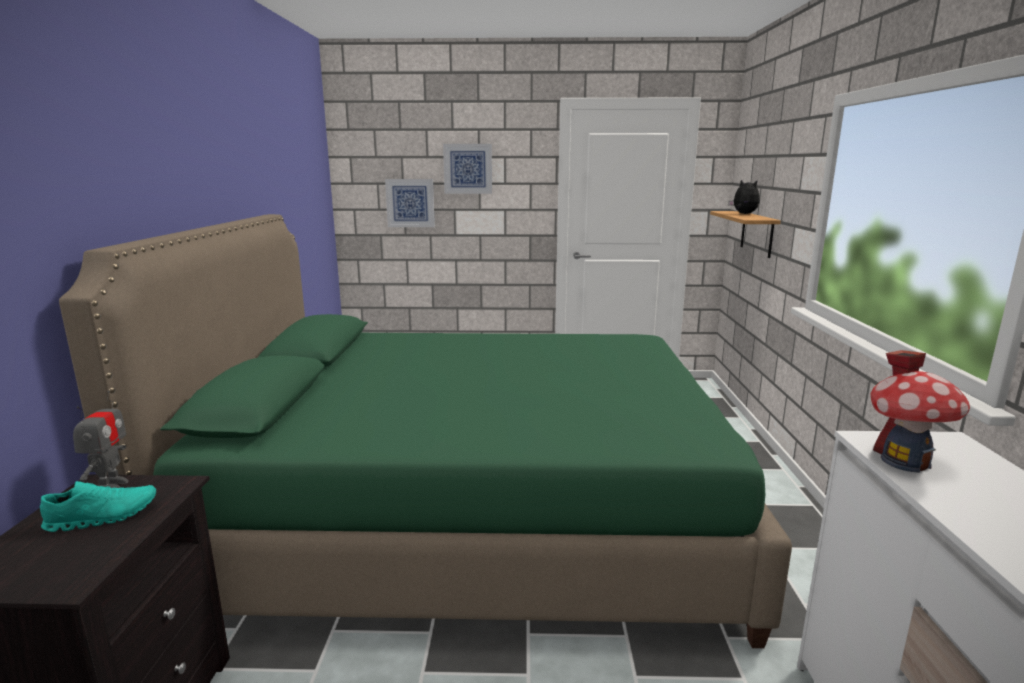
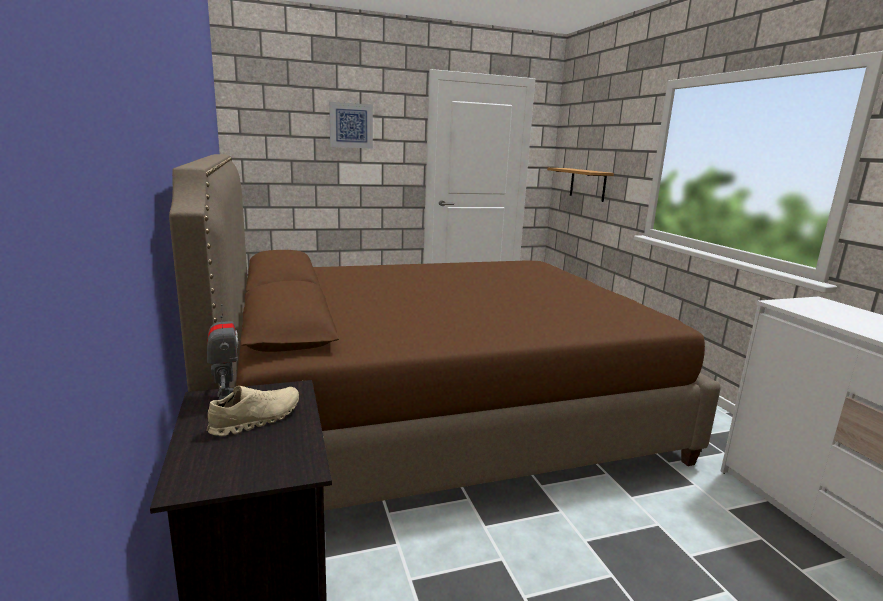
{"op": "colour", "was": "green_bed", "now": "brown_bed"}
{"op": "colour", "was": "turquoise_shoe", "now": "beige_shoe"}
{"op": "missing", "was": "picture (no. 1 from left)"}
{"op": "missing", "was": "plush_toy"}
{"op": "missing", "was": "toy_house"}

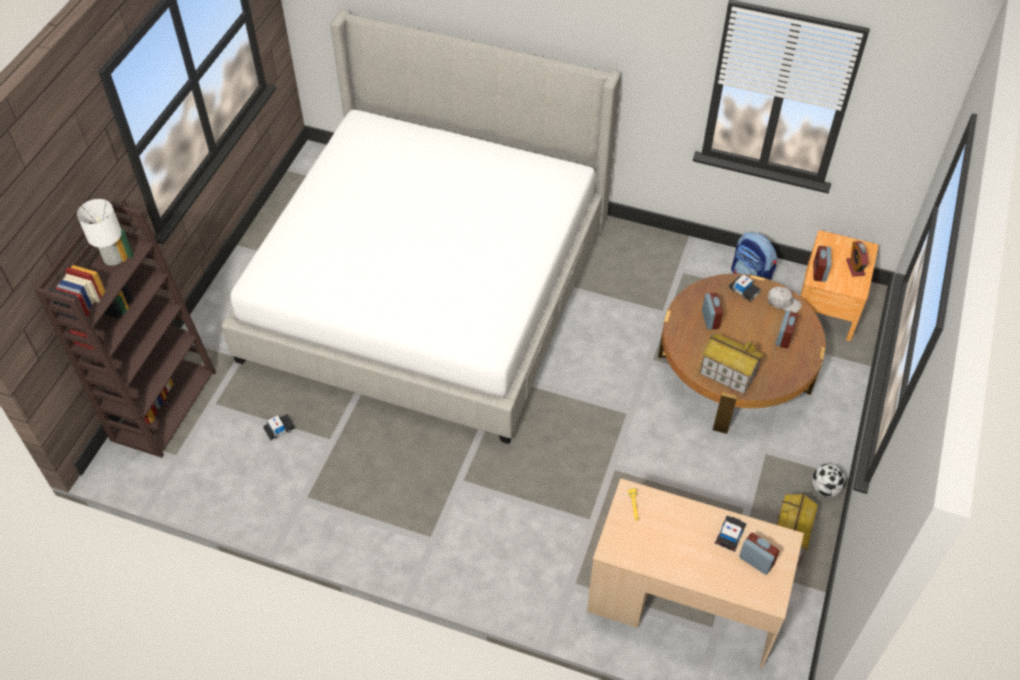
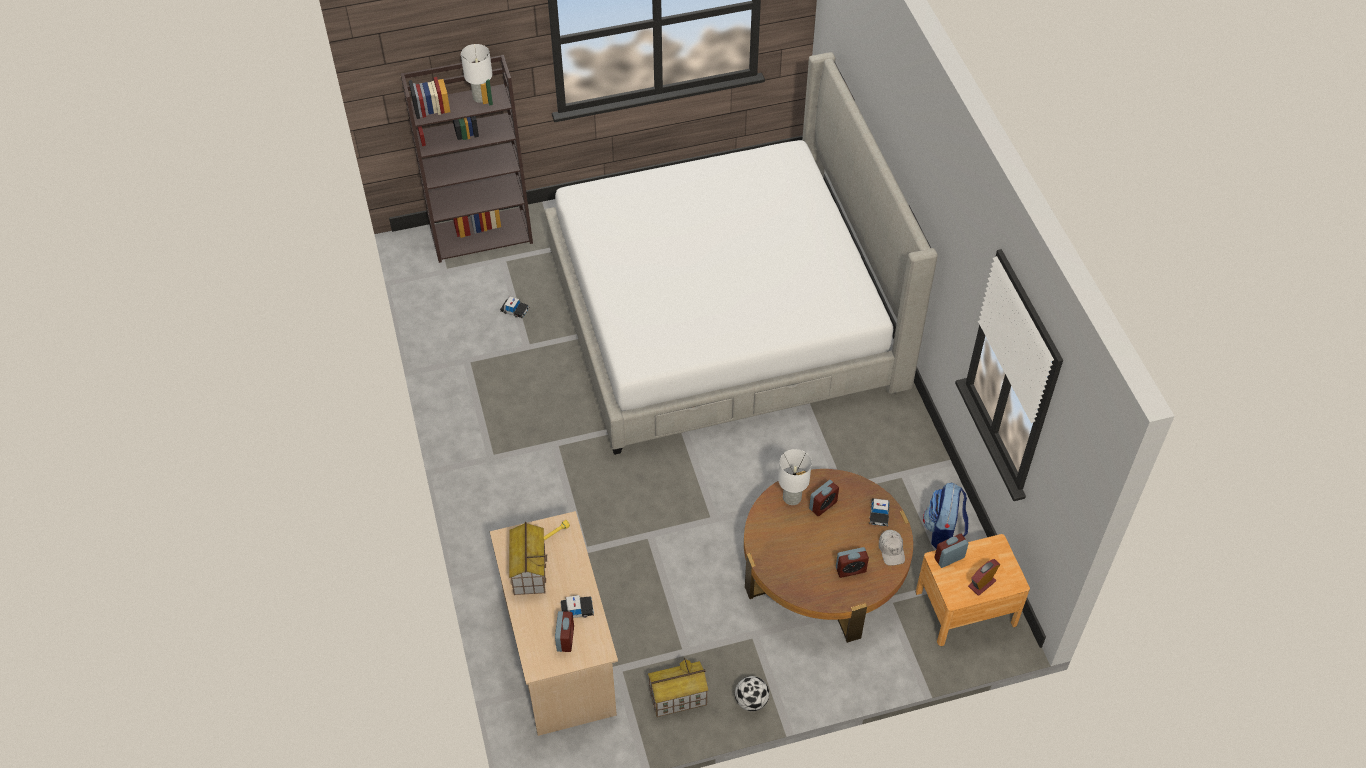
{"op": "relocated", "was": "toy_house (no. 1 from left)"}
{"op": "appeared", "now": "white_table_lamp (no. 2 from left)"}

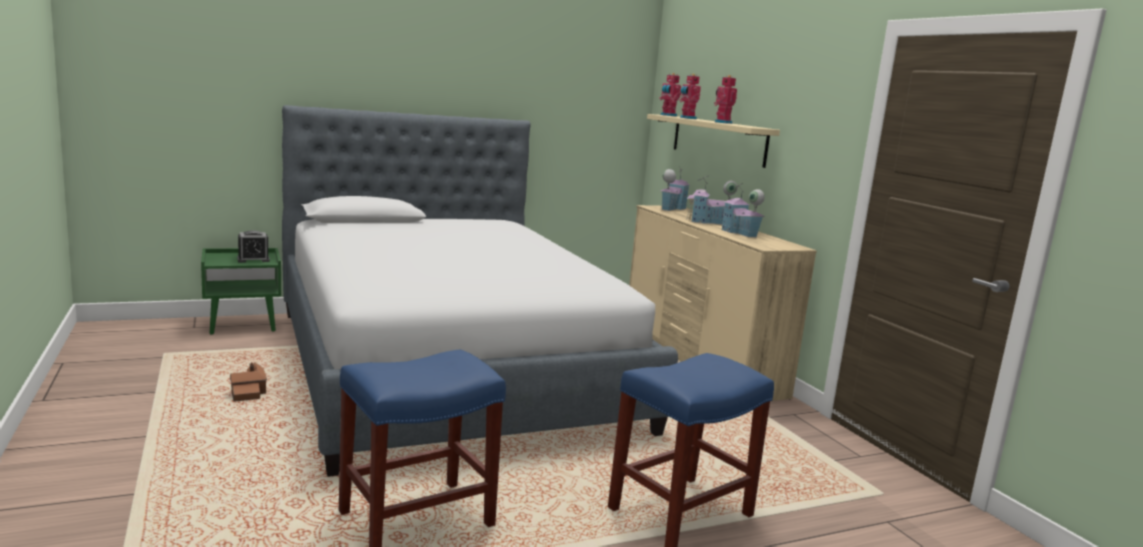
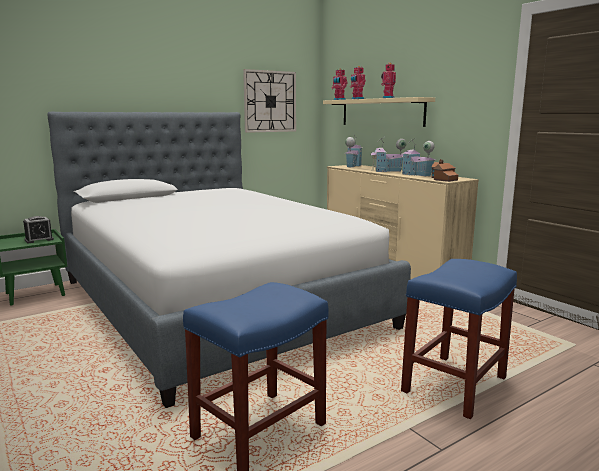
{"op": "appeared", "now": "wall_clock"}
{"op": "relocated", "was": "toy_house (no. 1 from left in the first image)", "now": "toy_house (no. 4 from left)"}

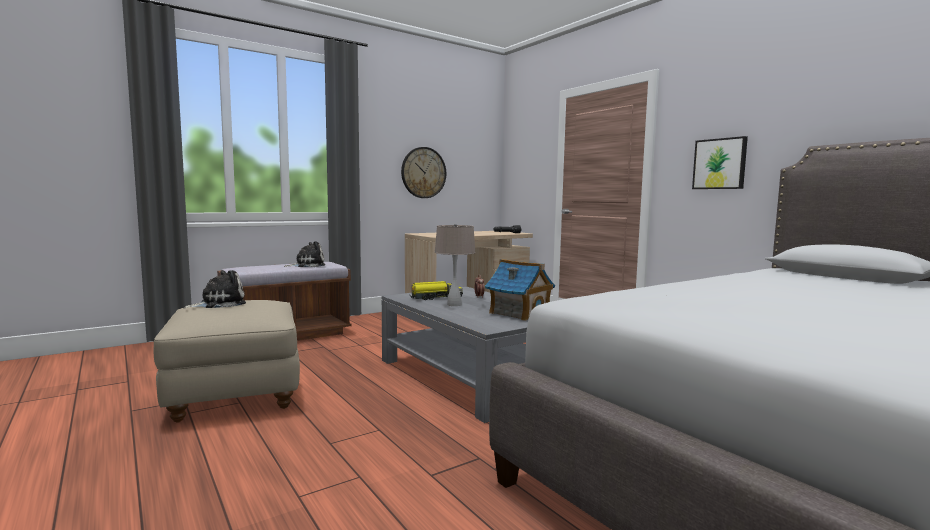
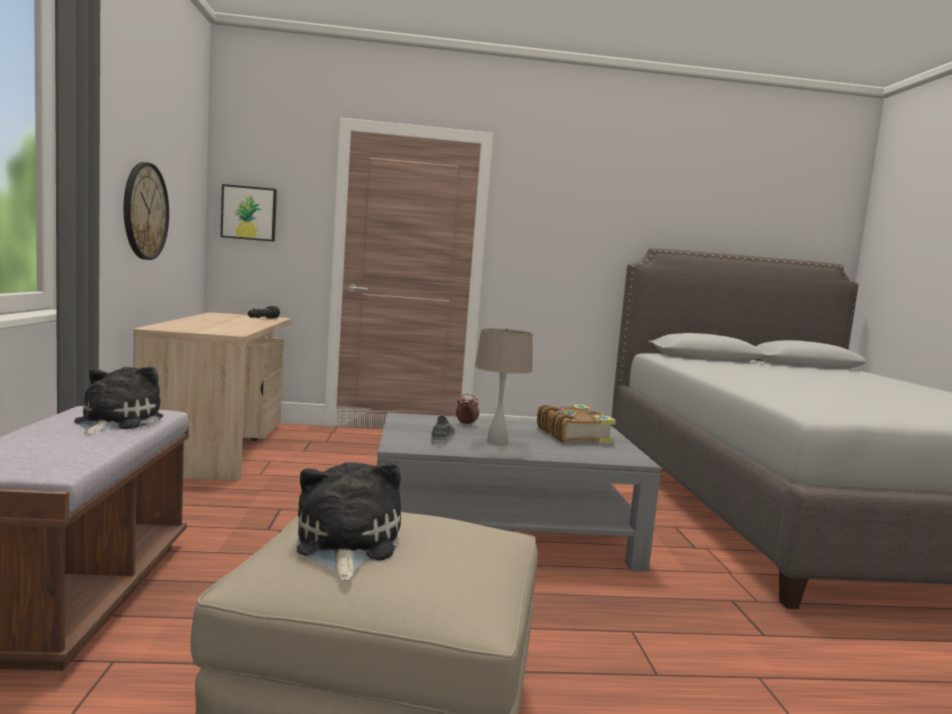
{"op": "relocated", "was": "picture"}
{"op": "exchanged", "was": "toy_truck", "now": "grey_shoe"}
{"op": "exchanged", "was": "toy_house", "now": "book"}

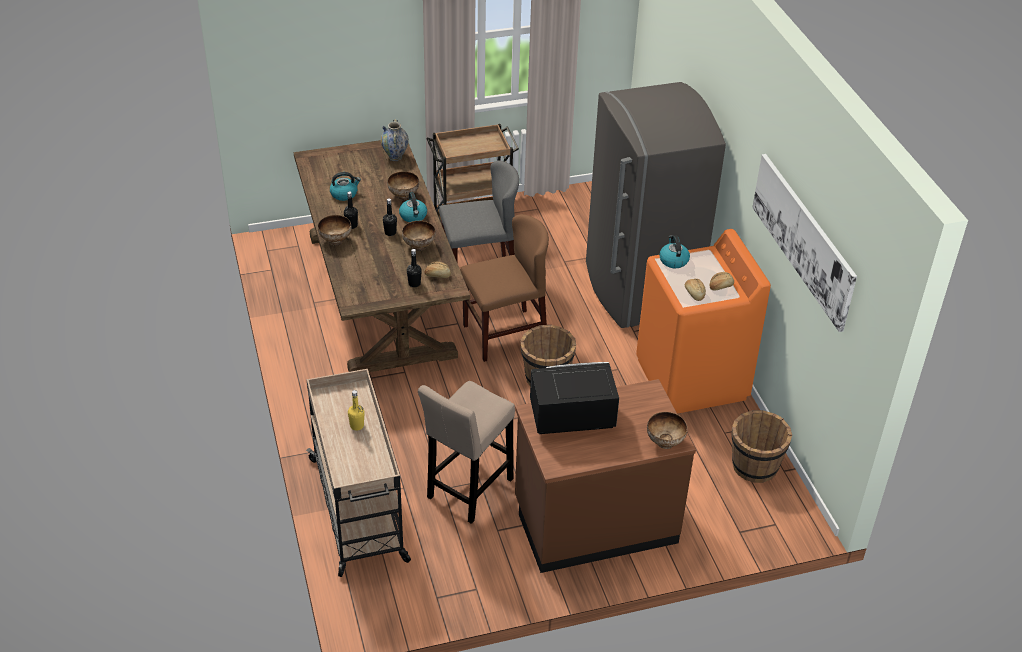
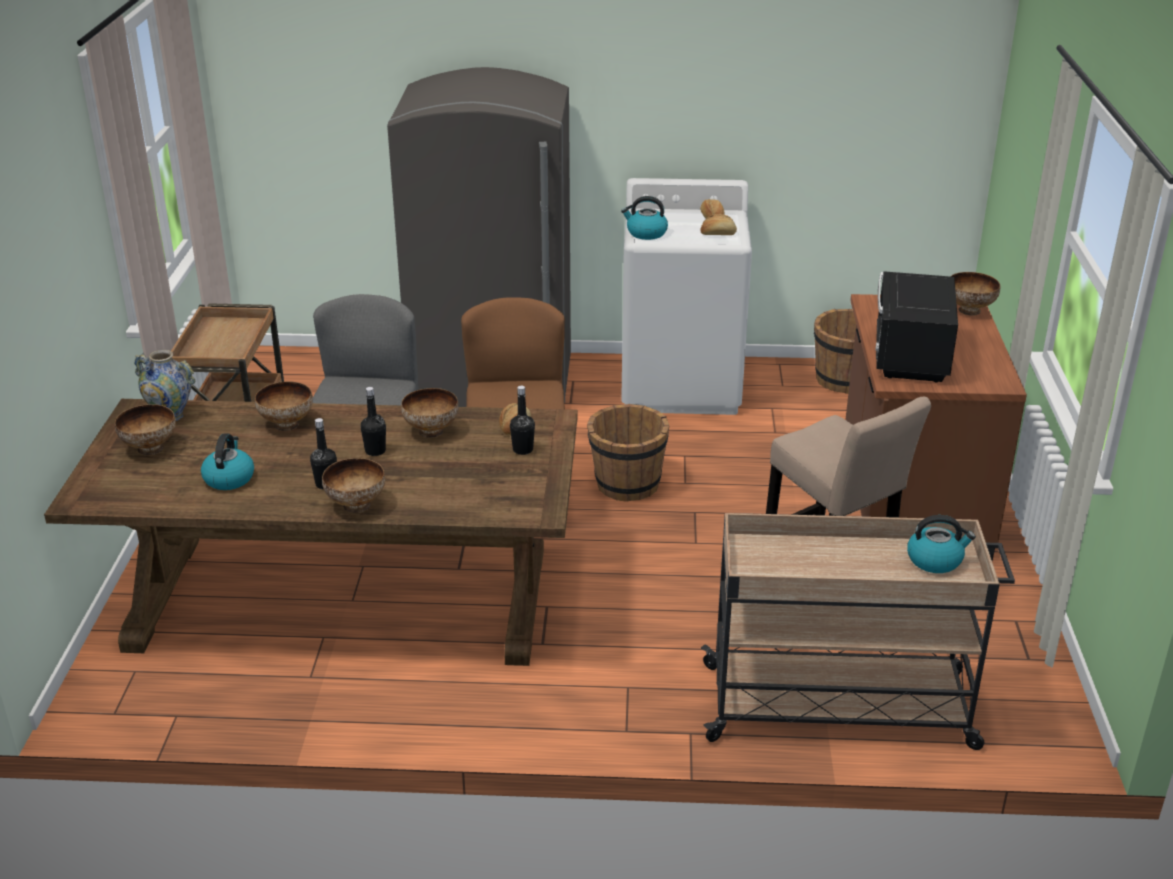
{"op": "appeared", "now": "bowl (no. 1 from left)"}
{"op": "colour", "was": "orange_washing_machine", "now": "white_washing_machine"}
{"op": "relocated", "was": "kettle (no. 2 from left in the first image)", "now": "kettle (no. 3 from left)"}
{"op": "missing", "was": "yellow_bottle"}
{"op": "missing", "was": "picture"}

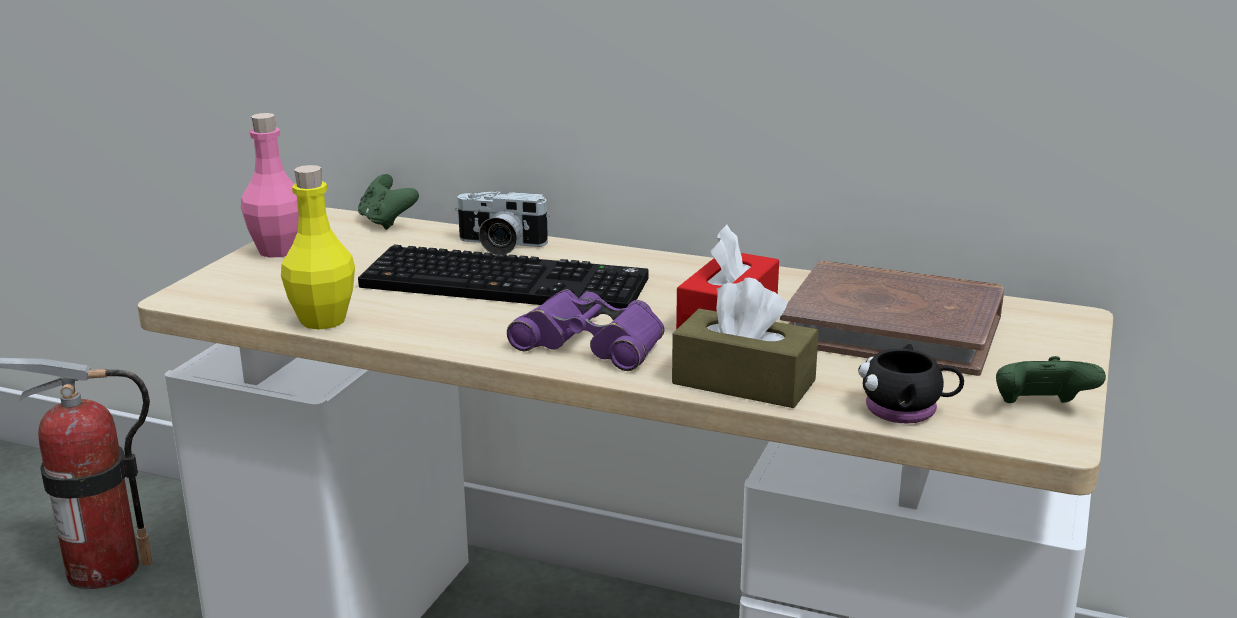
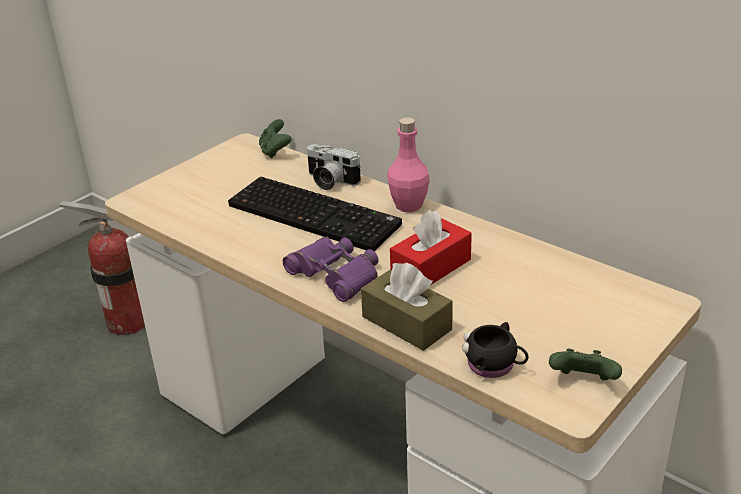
{"op": "relocated", "was": "pink_bottle"}
{"op": "missing", "was": "yellow_bottle"}
{"op": "missing", "was": "brown_book"}

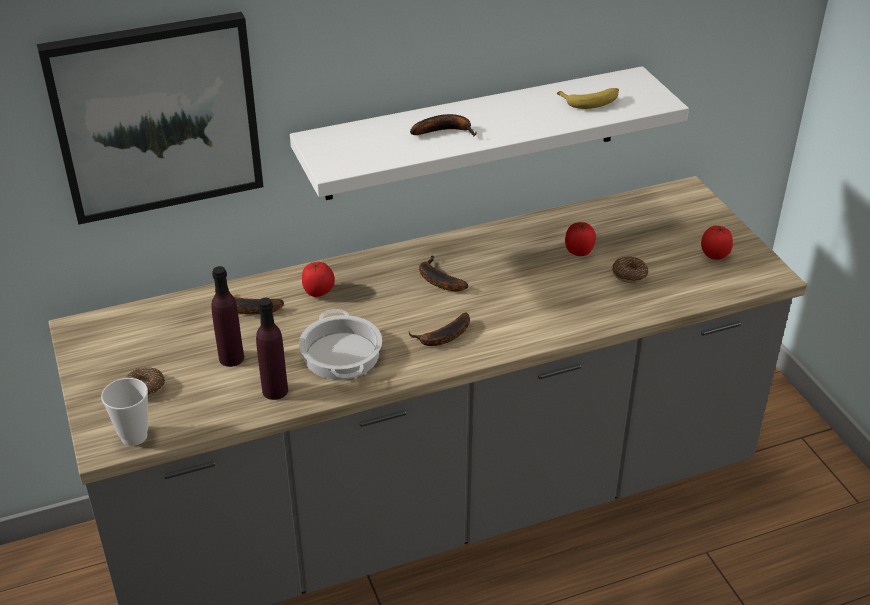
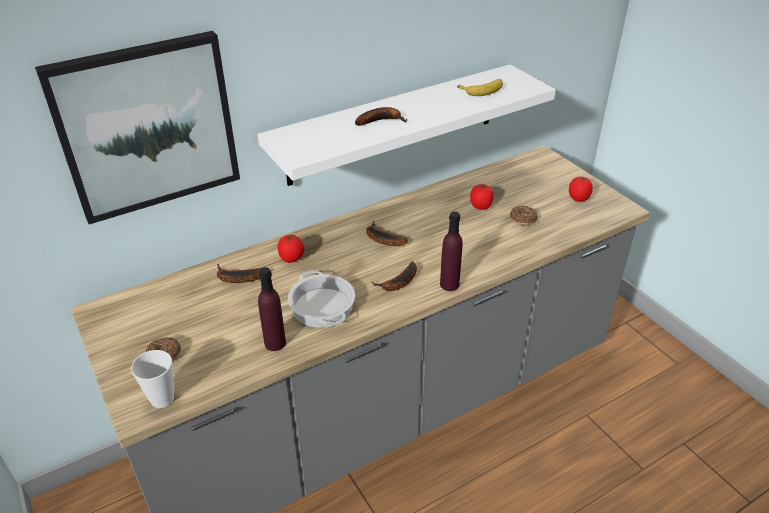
{"op": "relocated", "was": "purple_bottle (no. 1 from left in the first image)", "now": "purple_bottle (no. 2 from left)"}

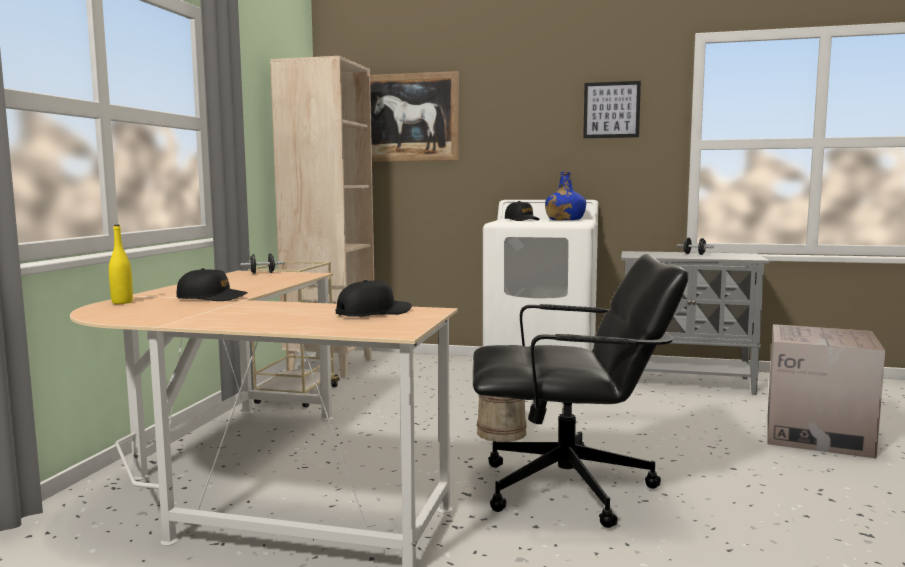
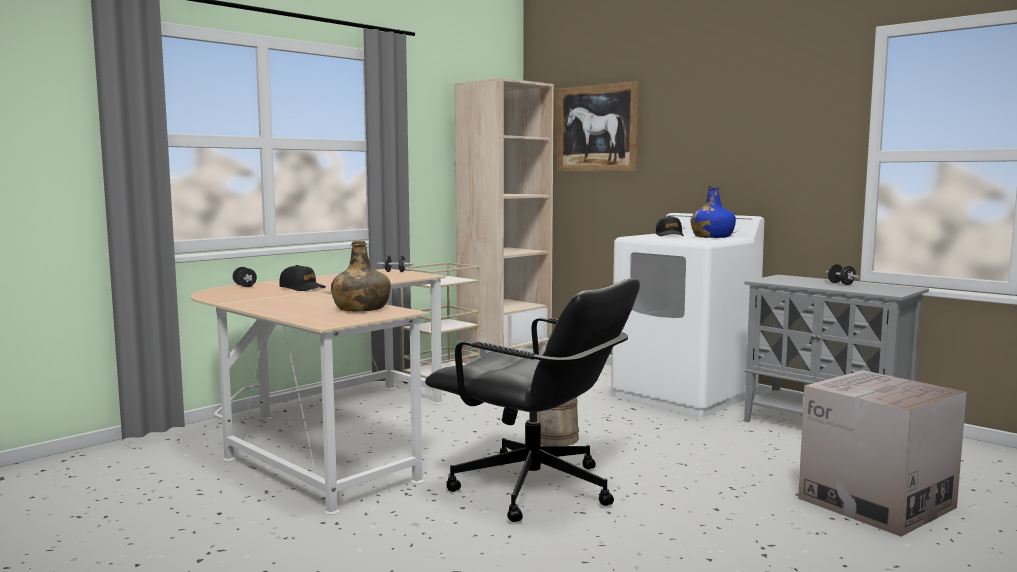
{"op": "exchanged", "was": "yellow_bottle", "now": "black_dumbbell (no. 1 from left)"}
{"op": "exchanged", "was": "black_cap (no. 2 from left)", "now": "green_bottle"}
{"op": "missing", "was": "picture (no. 2 from left)"}

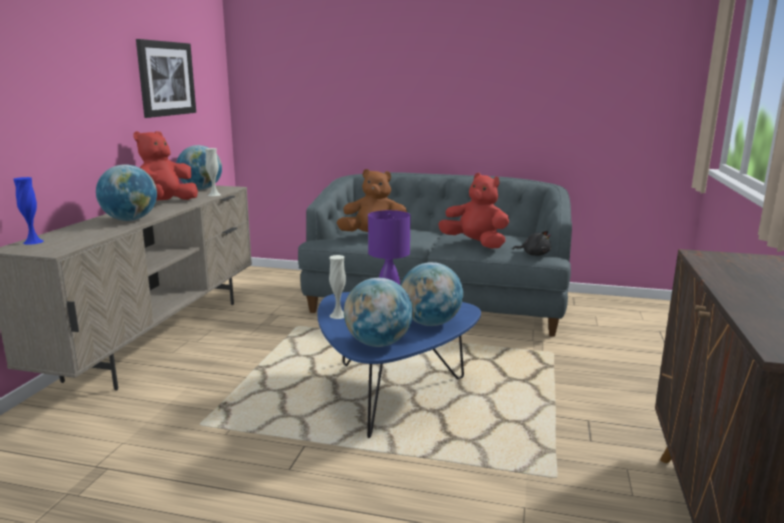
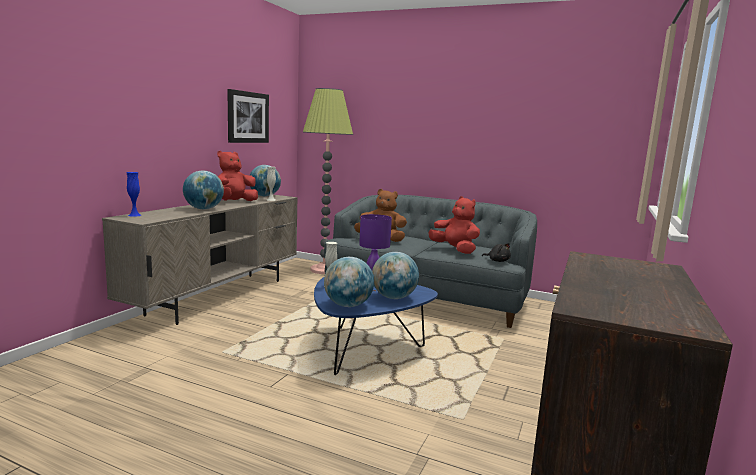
{"op": "appeared", "now": "floor_lamp"}

